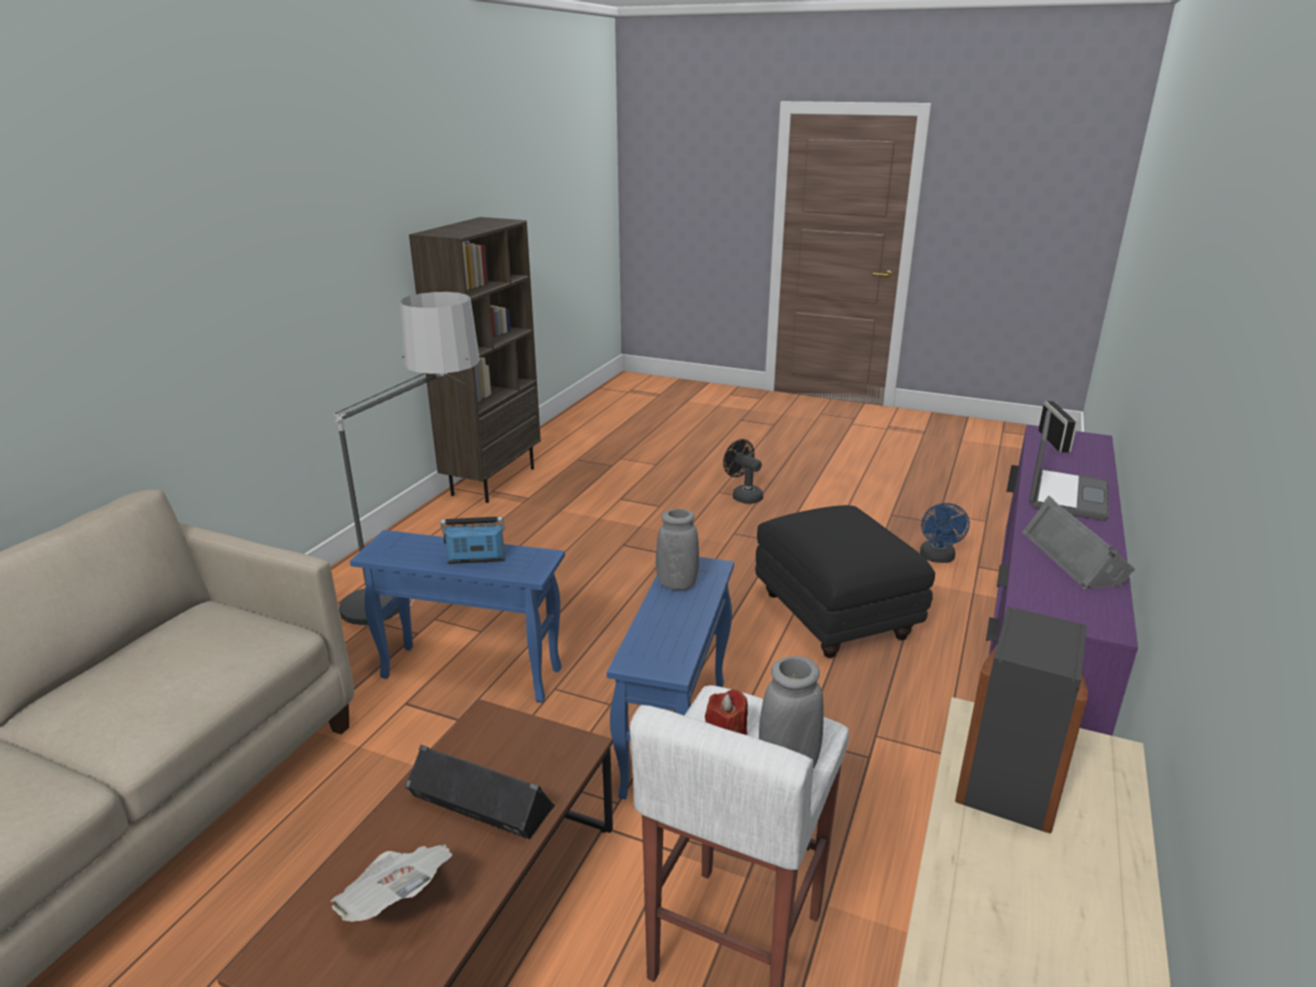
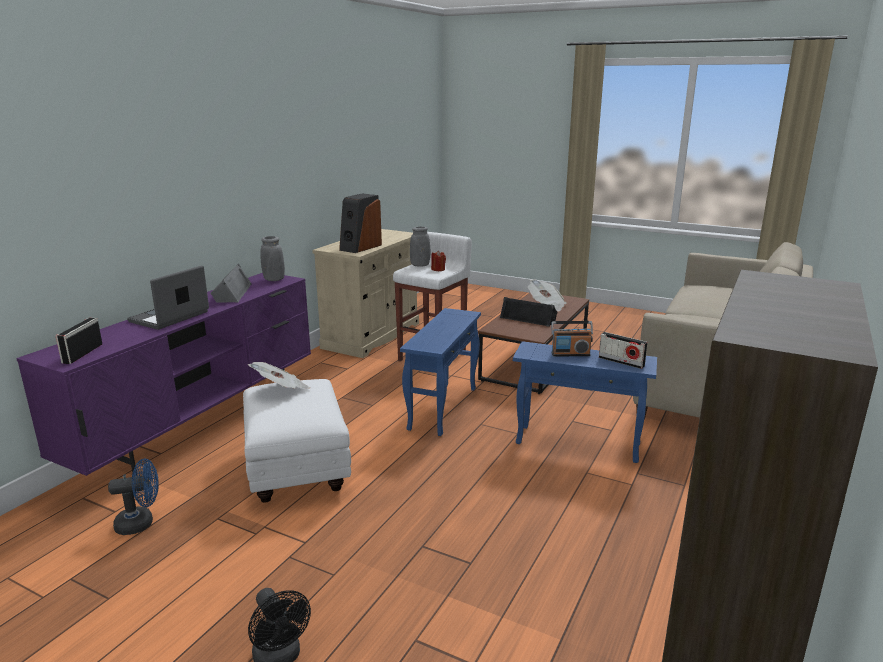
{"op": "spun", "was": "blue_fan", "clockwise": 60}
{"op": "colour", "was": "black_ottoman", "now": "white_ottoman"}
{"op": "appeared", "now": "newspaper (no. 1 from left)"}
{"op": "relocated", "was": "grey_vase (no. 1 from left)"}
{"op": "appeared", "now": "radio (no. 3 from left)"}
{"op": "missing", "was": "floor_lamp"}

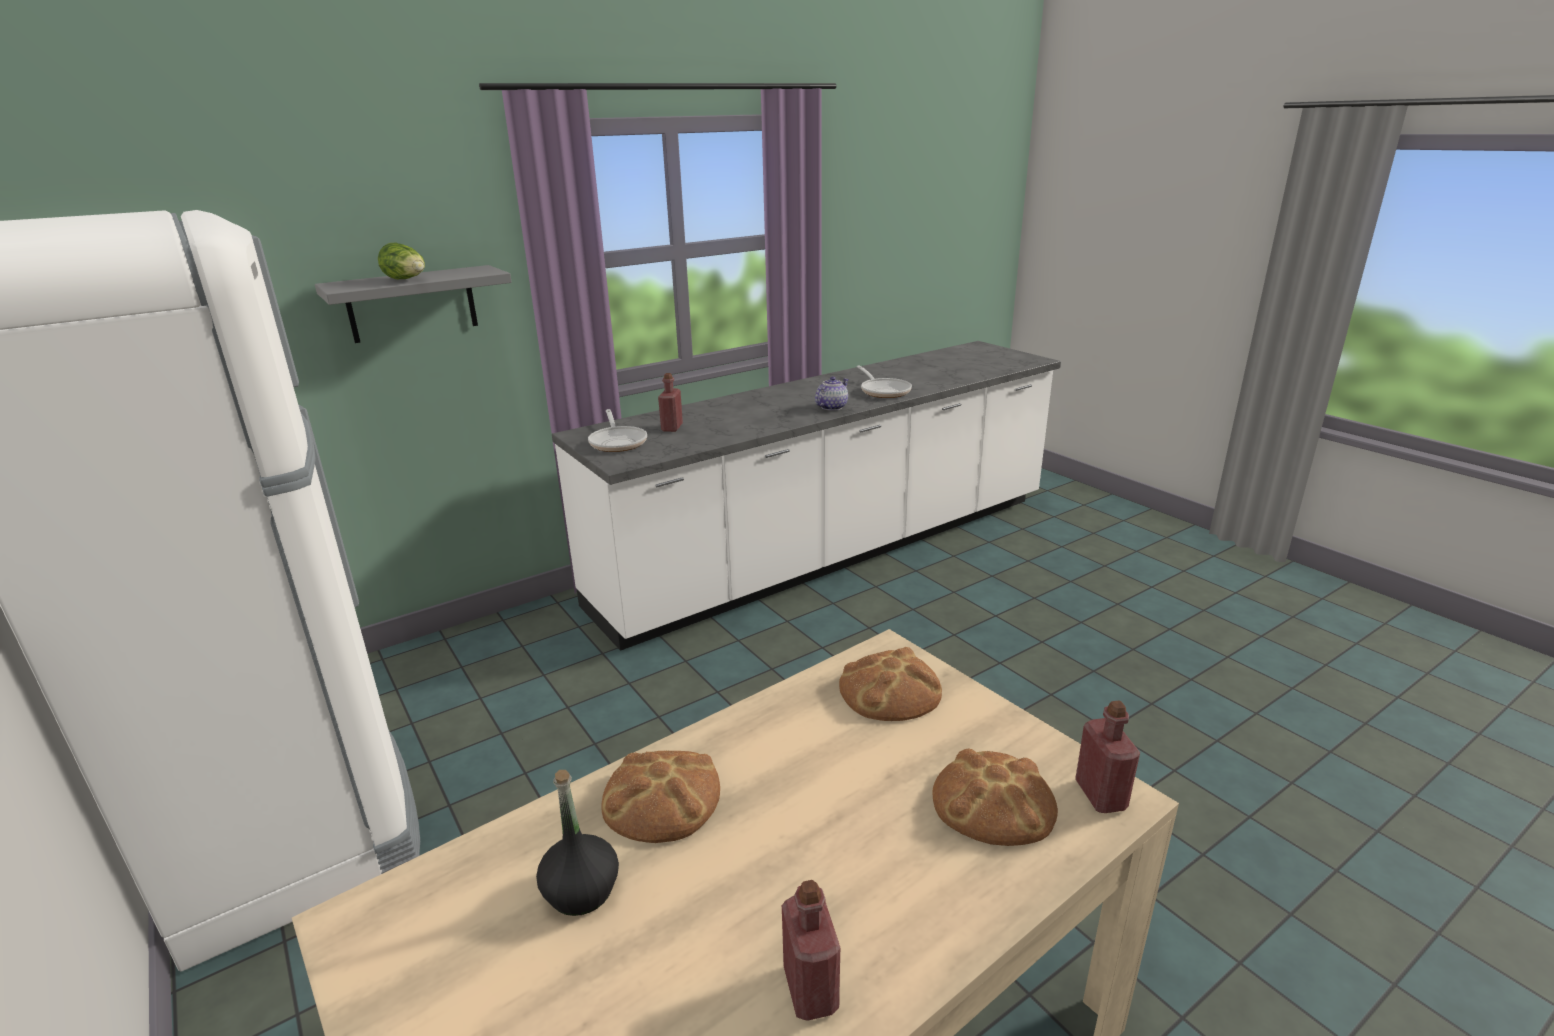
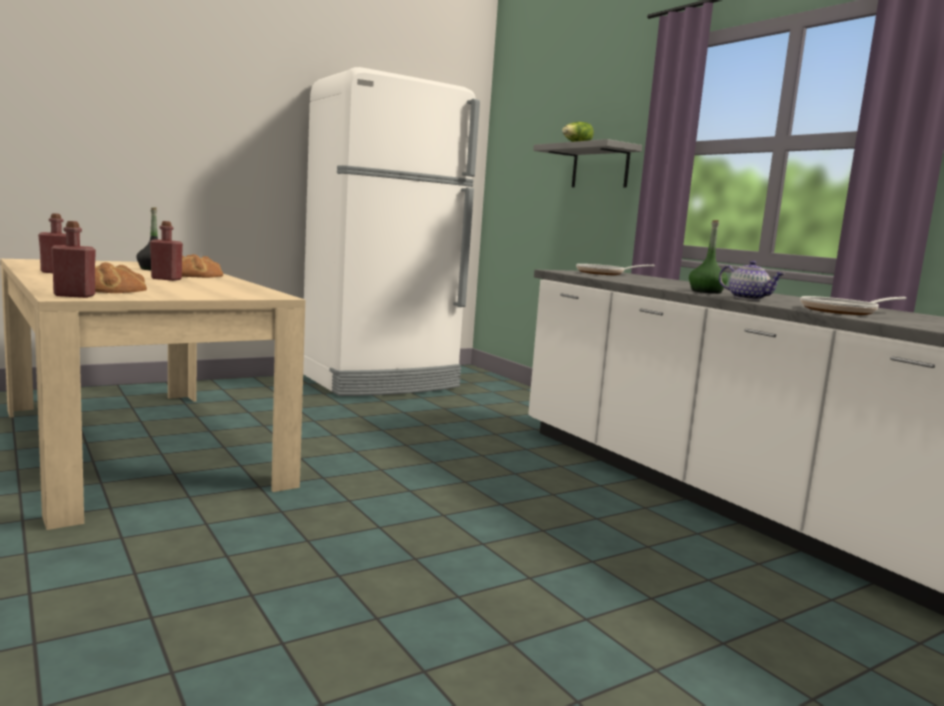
{"op": "relocated", "was": "red_bottle (no. 1 from left in the first image)", "now": "red_bottle (no. 3 from left)"}
{"op": "appeared", "now": "green_bottle"}
{"op": "missing", "was": "bread (no. 2 from left)"}

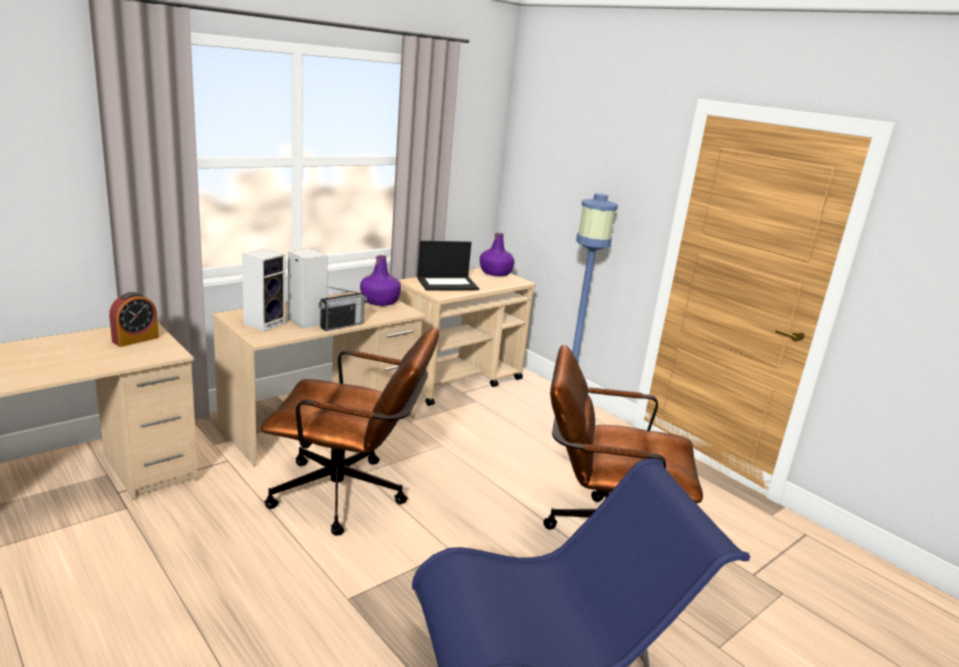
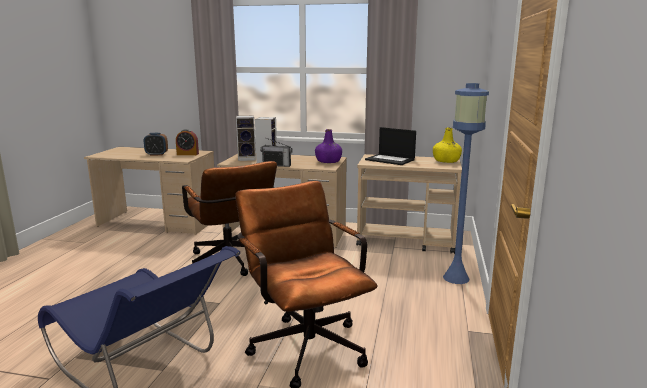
{"op": "appeared", "now": "alarm_clock (no. 1 from left)"}
{"op": "colour", "was": "purple_bottle (no. 2 from left)", "now": "yellow_bottle"}

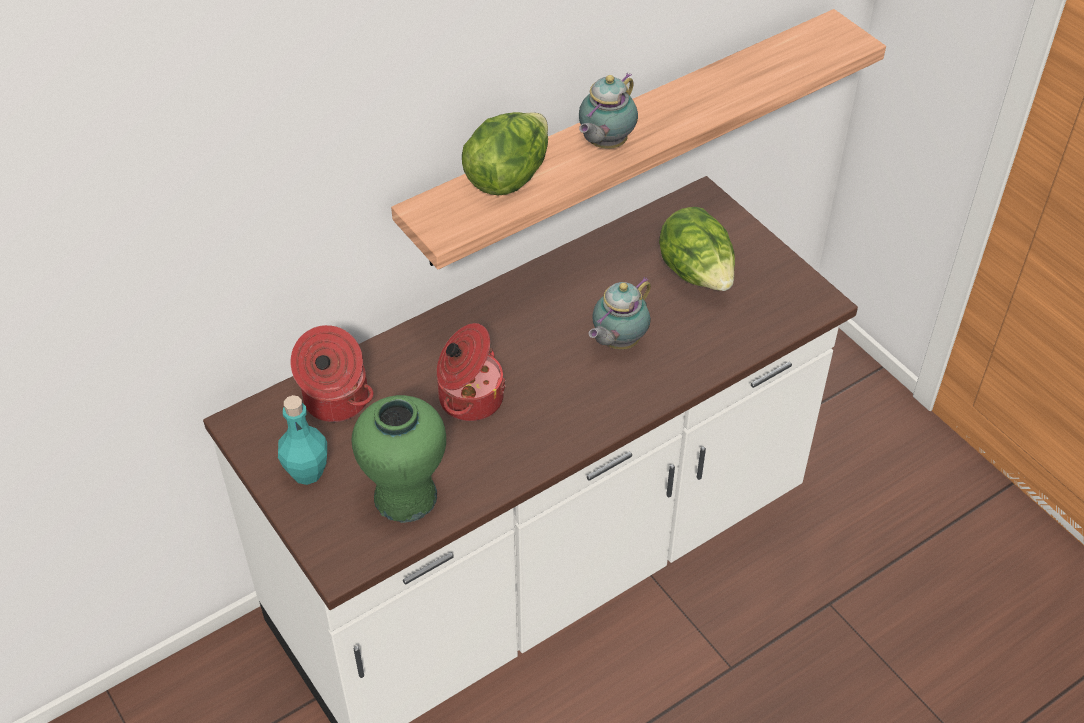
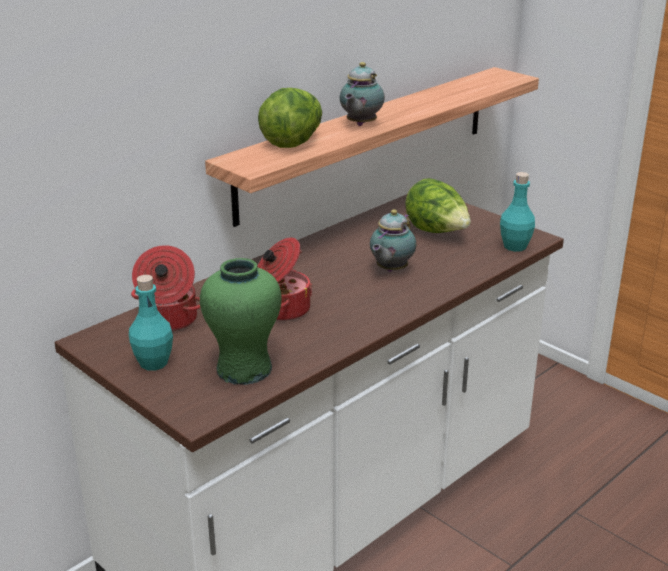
{"op": "appeared", "now": "turquoise_bottle (no. 2 from left)"}

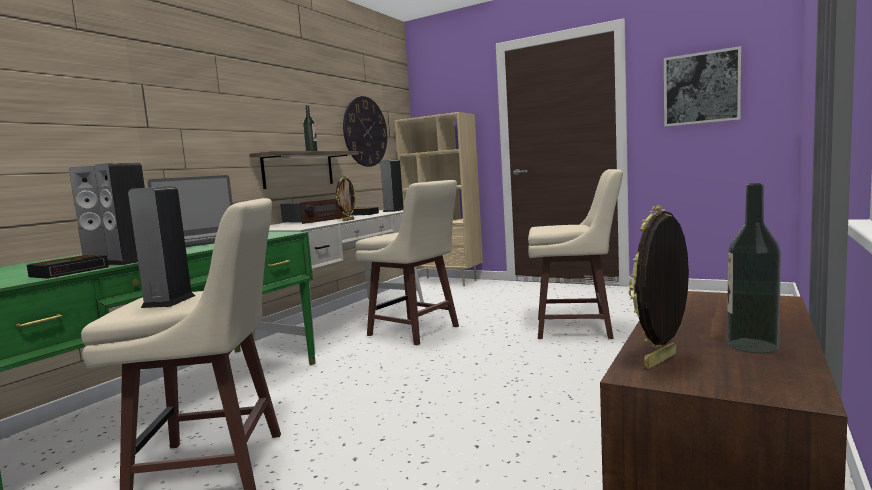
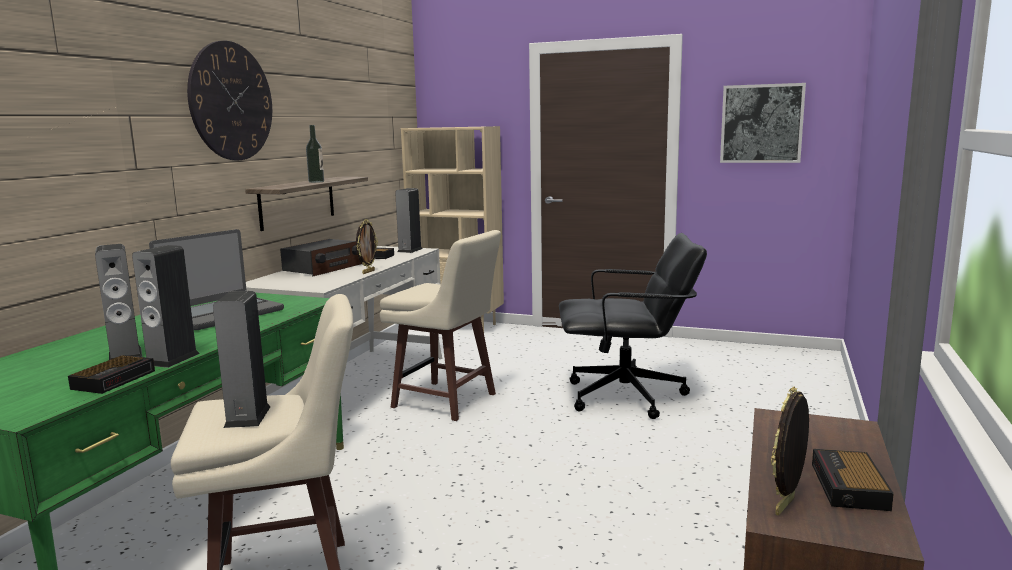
{"op": "relocated", "was": "wall_clock"}
{"op": "exchanged", "was": "beige_stool (no. 3 from left)", "now": "black_office_chair"}
{"op": "exchanged", "was": "bottle (no. 2 from left)", "now": "alarm_clock (no. 3 from left)"}

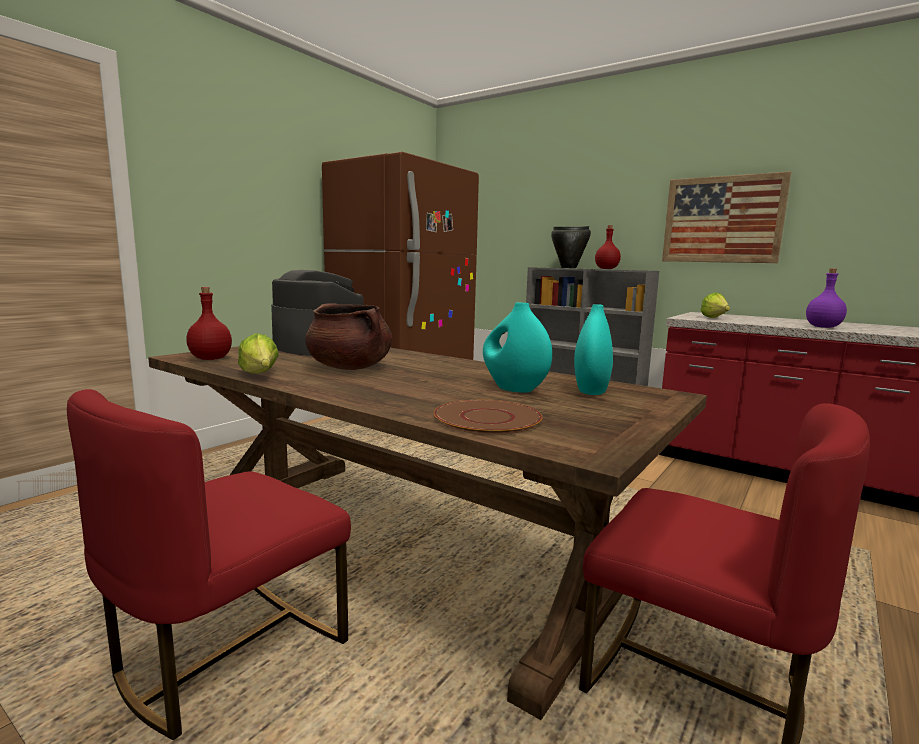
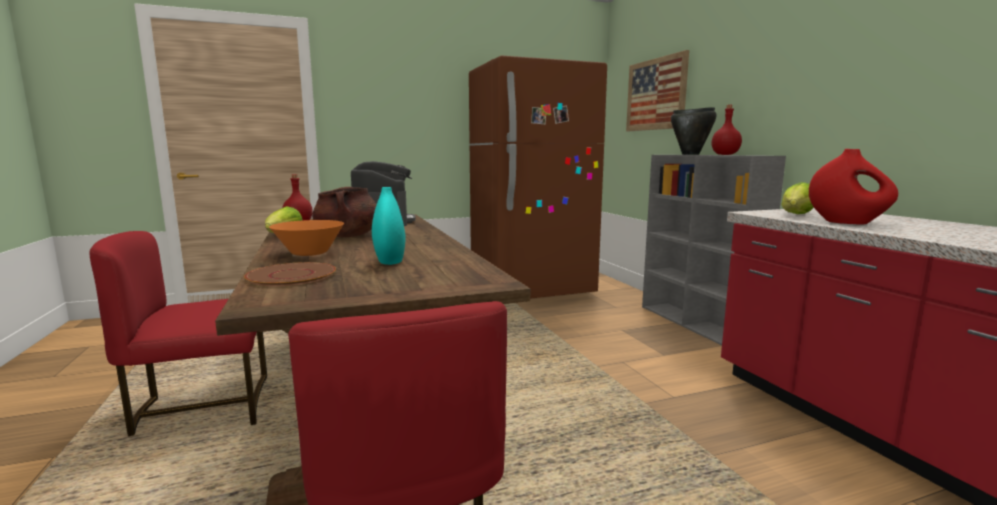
{"op": "appeared", "now": "orange_bowl"}
{"op": "relocated", "was": "picture"}
{"op": "appeared", "now": "red_vase"}
{"op": "missing", "was": "turquoise_vase (no. 2 from left)"}
{"op": "missing", "was": "purple_bottle"}

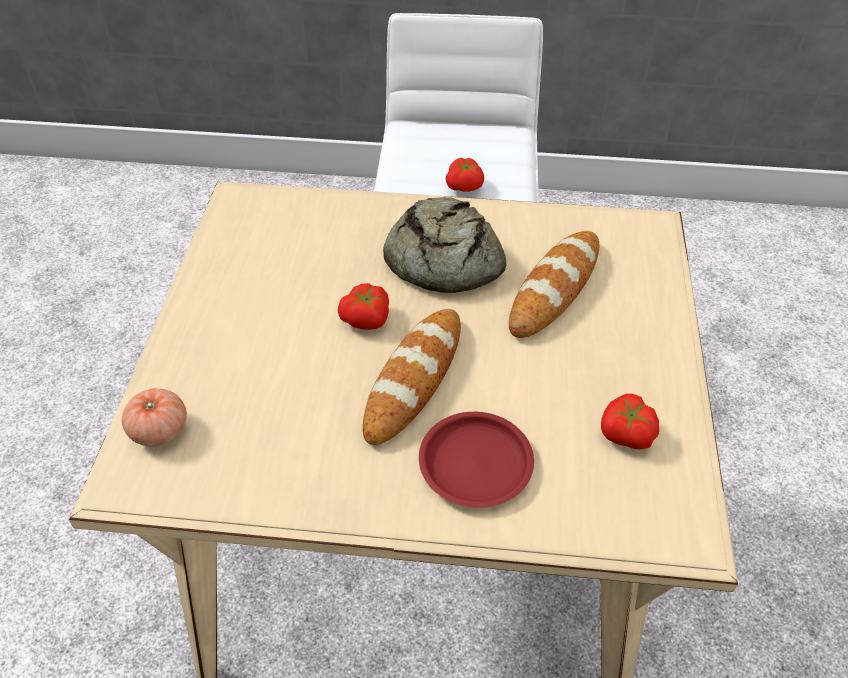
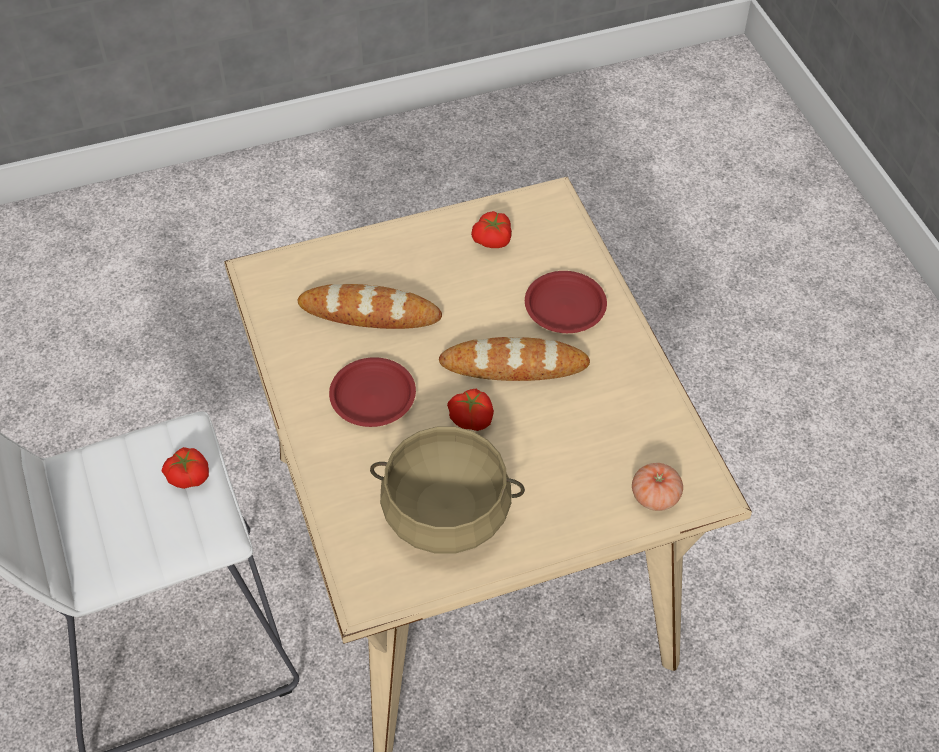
{"op": "exchanged", "was": "bread (no. 2 from left)", "now": "red_plate (no. 1 from left)"}
{"op": "appeared", "now": "beige_cooking_pot"}

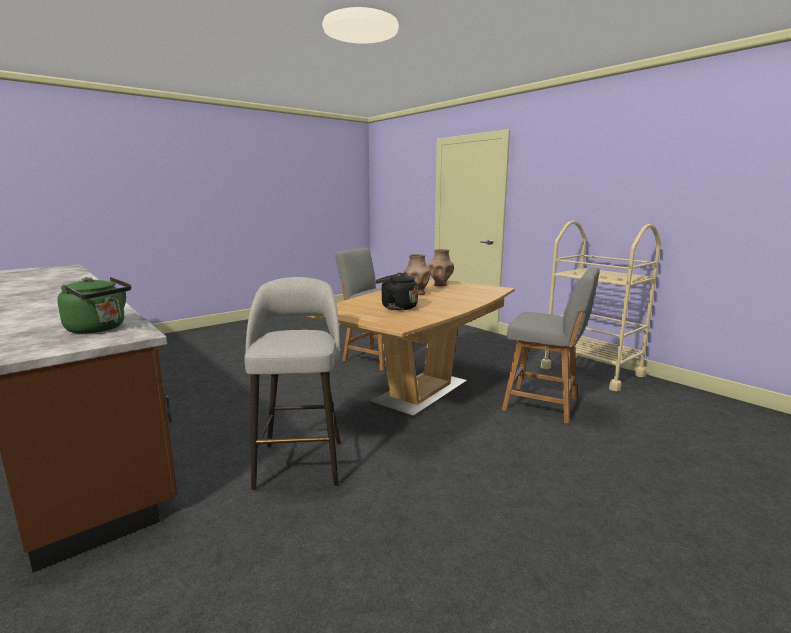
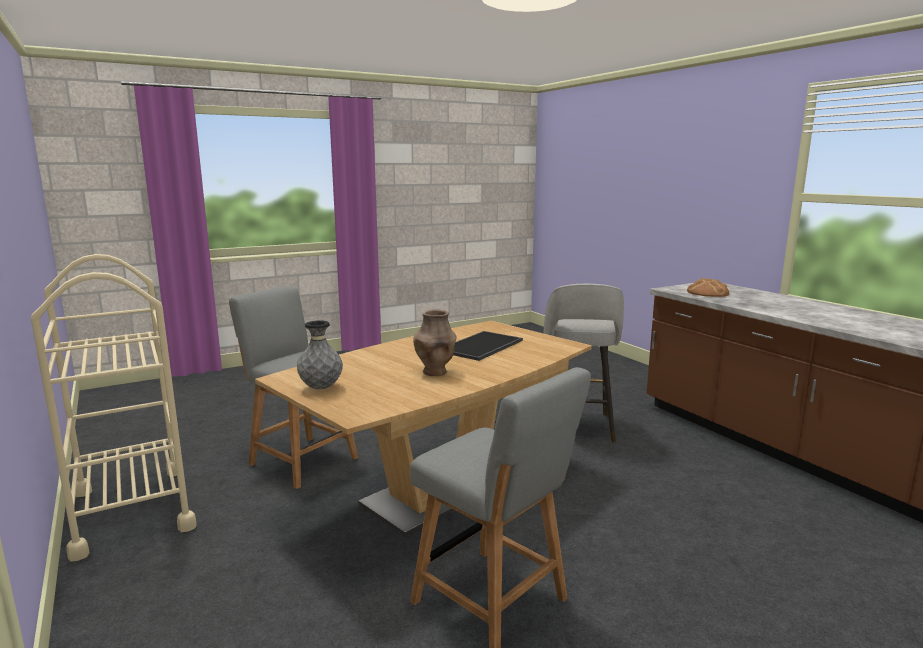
{"op": "appeared", "now": "grey_vase"}
{"op": "exchanged", "was": "black_kettle", "now": "tray"}
{"op": "exchanged", "was": "green_kettle", "now": "bread"}
{"op": "missing", "was": "brown_vase (no. 2 from left)"}

